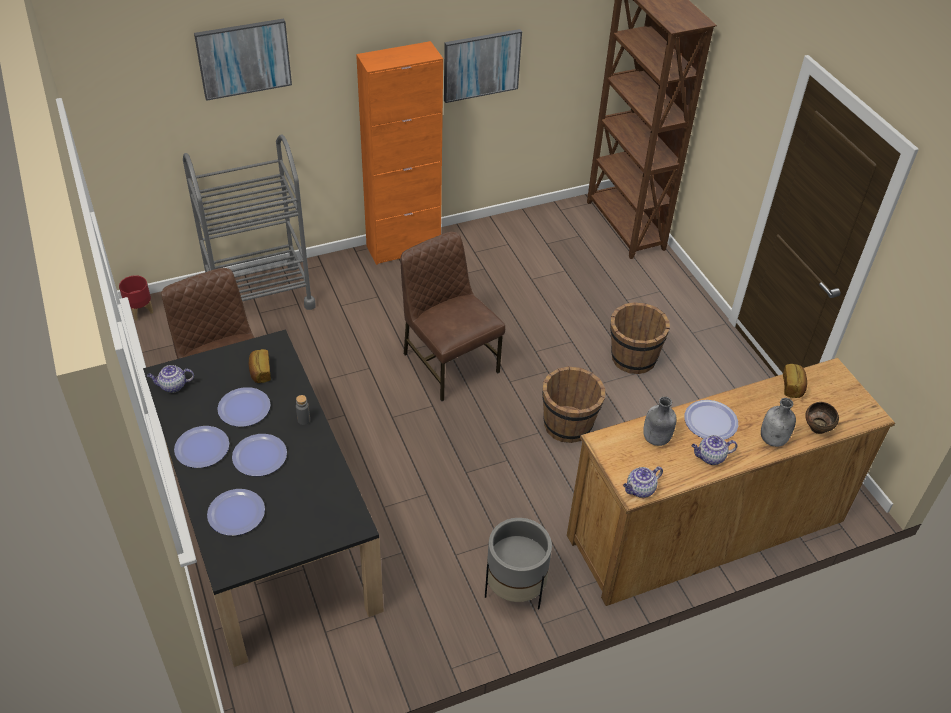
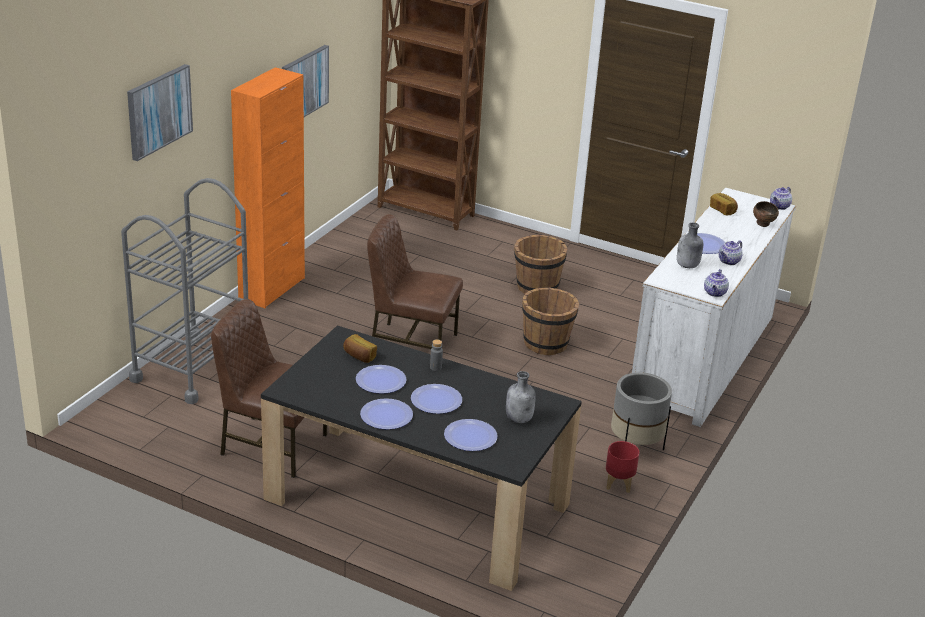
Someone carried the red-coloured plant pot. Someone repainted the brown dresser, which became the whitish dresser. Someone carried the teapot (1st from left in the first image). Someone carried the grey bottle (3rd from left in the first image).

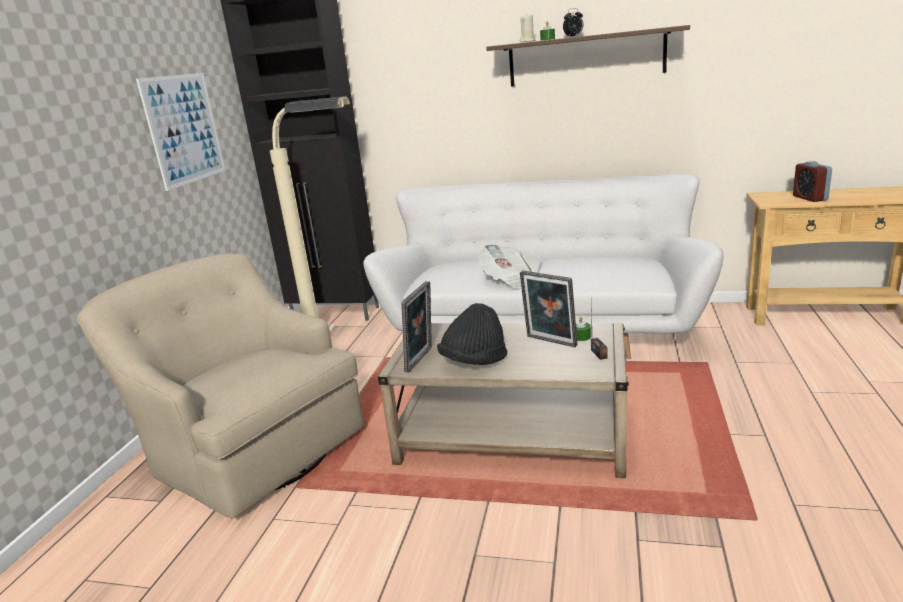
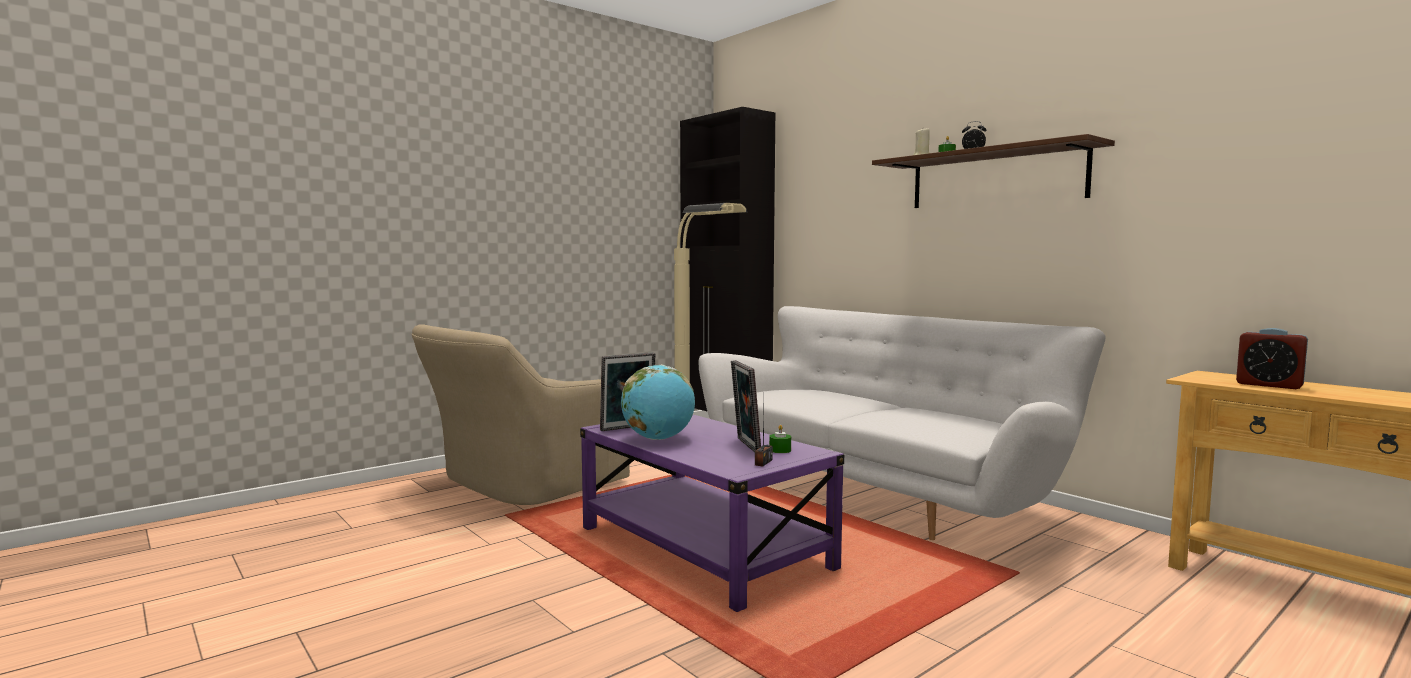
Someone took away the wall picture. Someone rotated the bedside clock (2nd from left) by 75 degrees counterclockwise. Someone took away the printed paper. Someone rotated the beige armchair by 120 degrees counterclockwise. Someone swapped the blackish hat for the world globe. Someone repainted the beige low table, which became the purple low table.

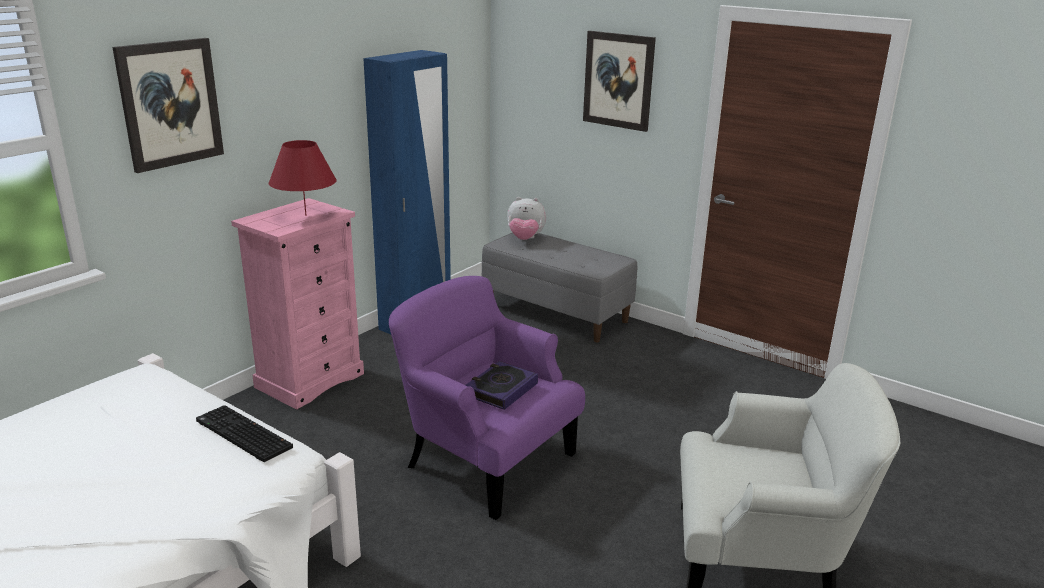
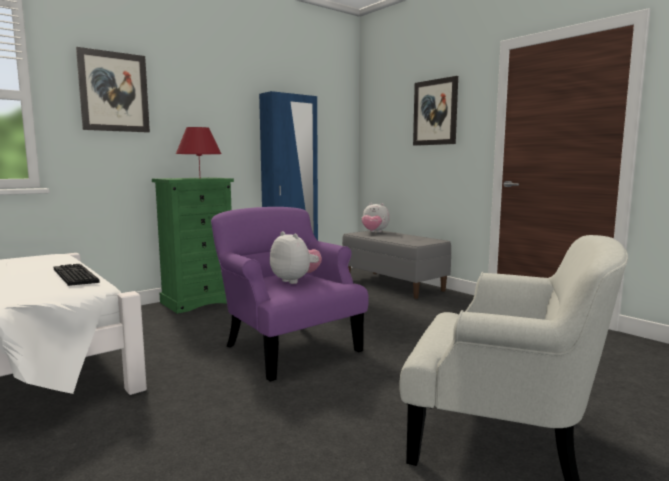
Someone repainted the pinkish dresser, which became the green-coloured dresser. Someone swapped the volume for the cuddly toy (1st from left).

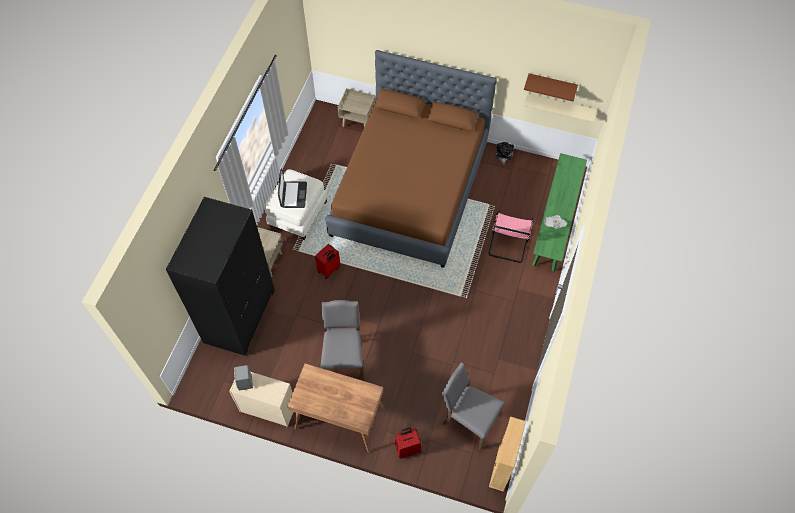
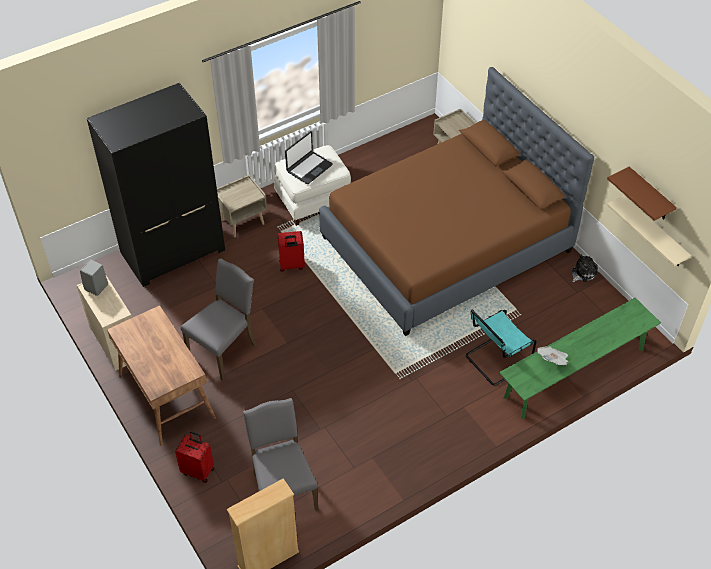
Someone repainted the pinkish chair, which became the turquoise-coloured chair.

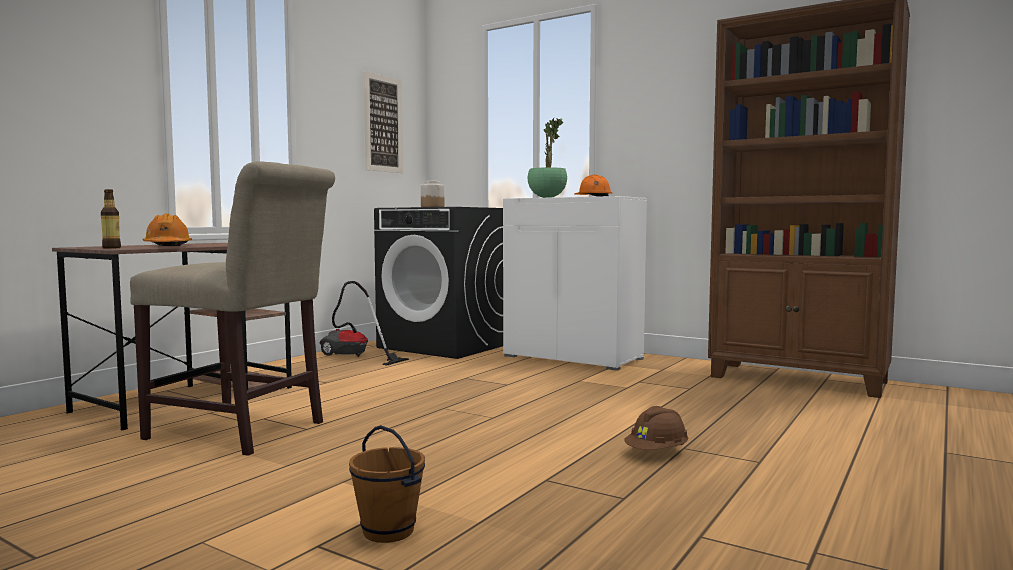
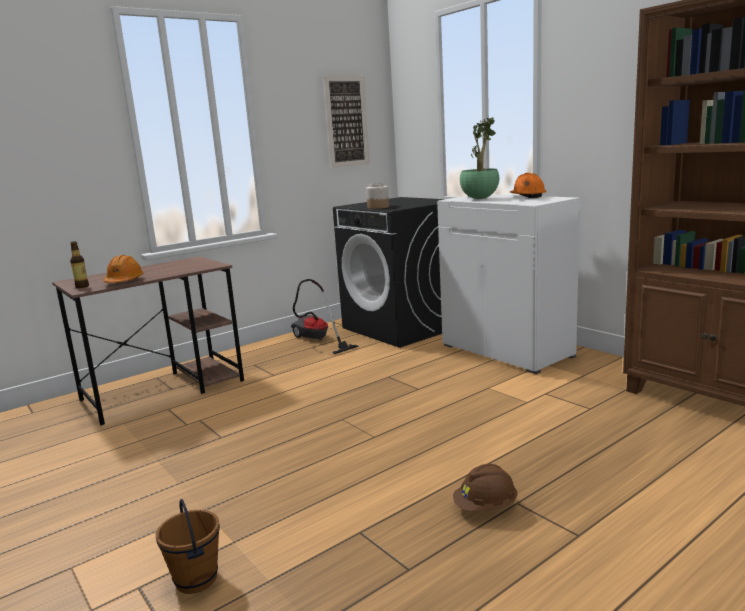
Someone took away the beige chair.

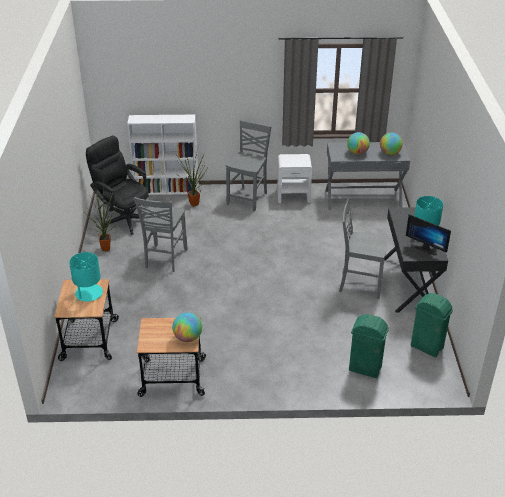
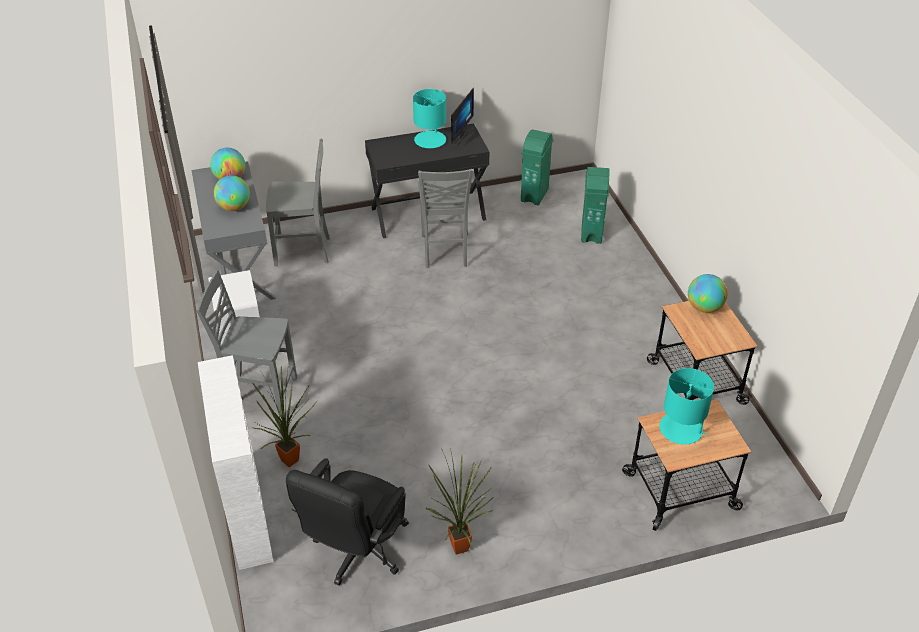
Someone carried the grey chair (1st from left in the first image).

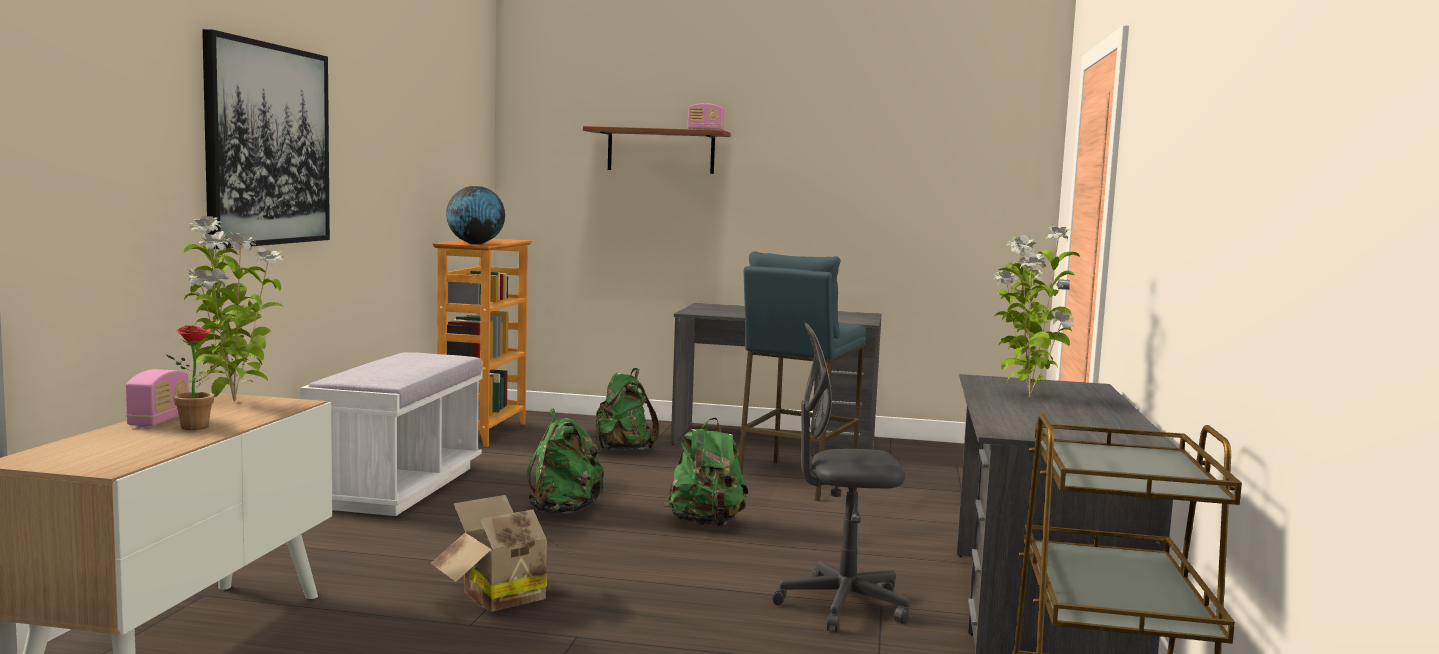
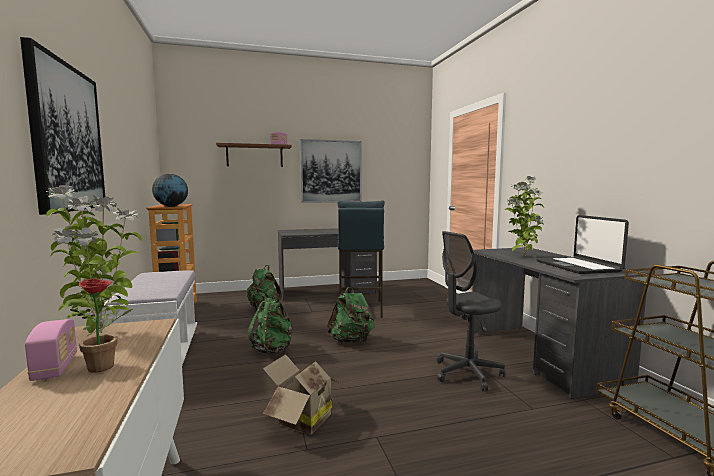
Someone put up the wall picture (2nd from left). Someone put down the laptop.

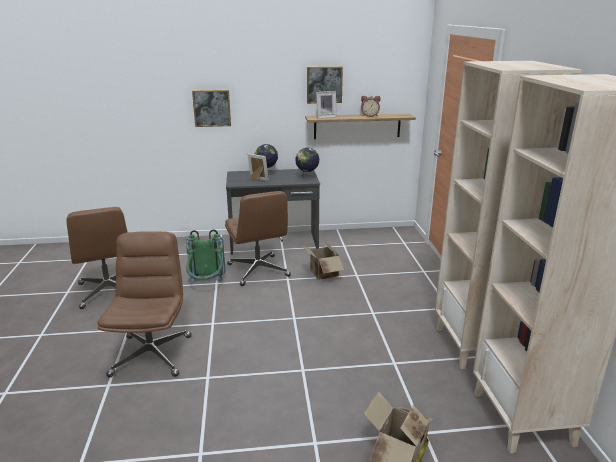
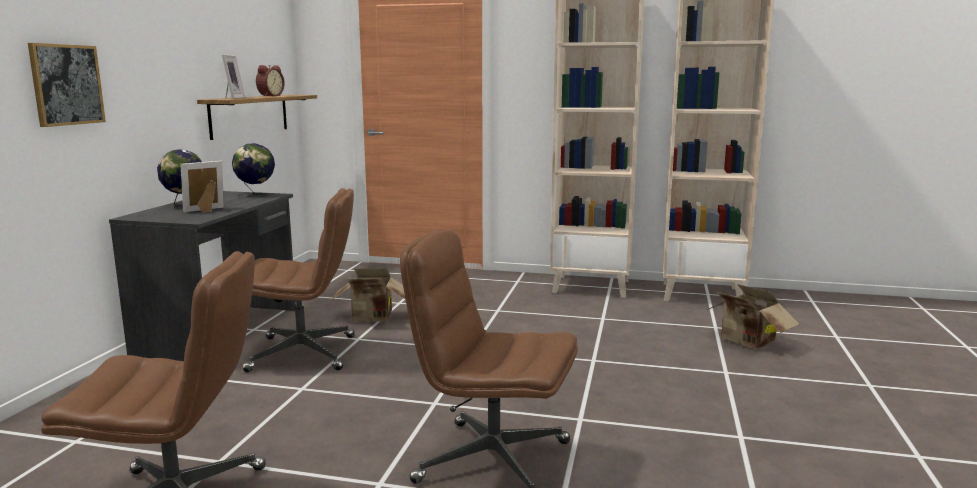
Someone took away the wall picture (2nd from left). Someone took away the green-coloured rucksack.

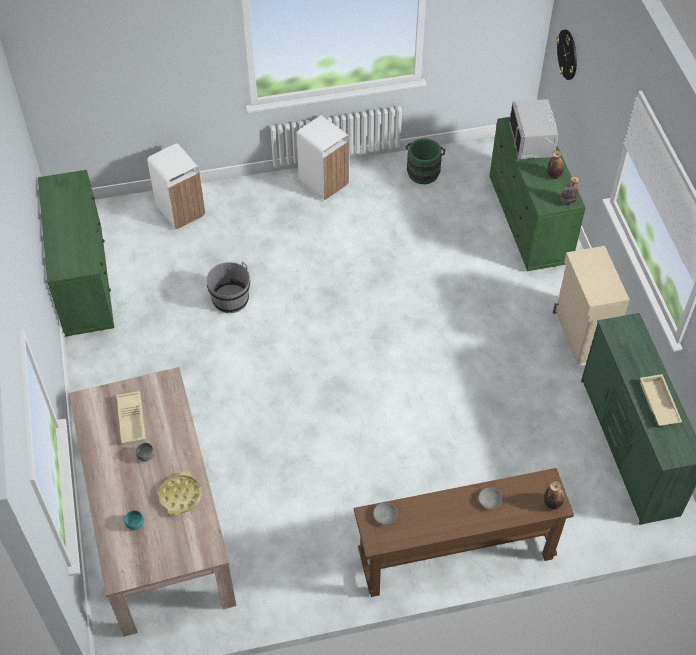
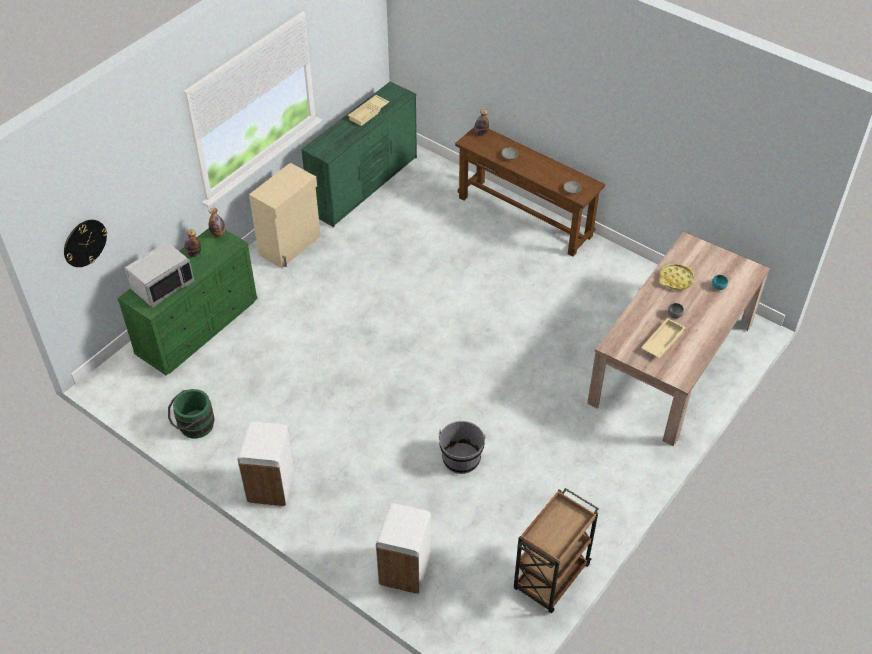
Someone swapped the green-coloured dresser (1st from left) for the brown trolley.

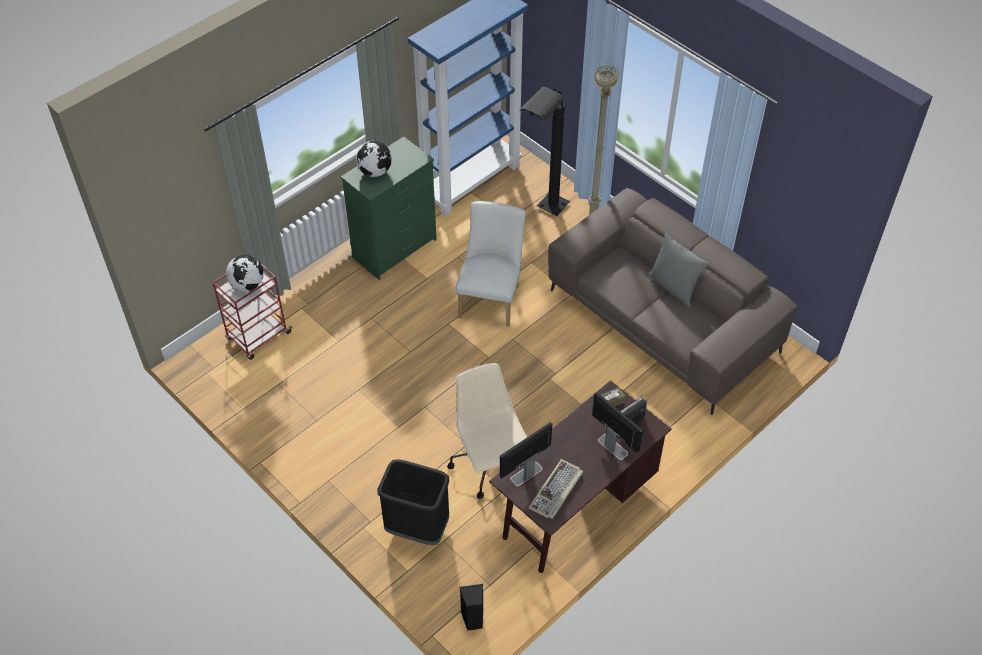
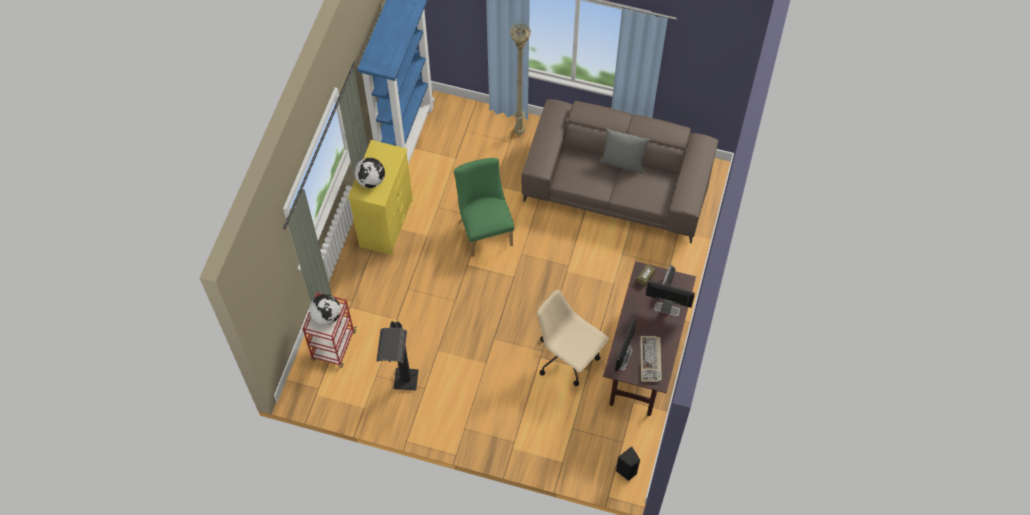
Someone carried the blackish floor lamp. Someone repainted the green-coloured dresser, which became the yellowish dresser. Someone repainted the whitish chair, which became the green-coloured chair. Someone took away the blackish waste bin.

